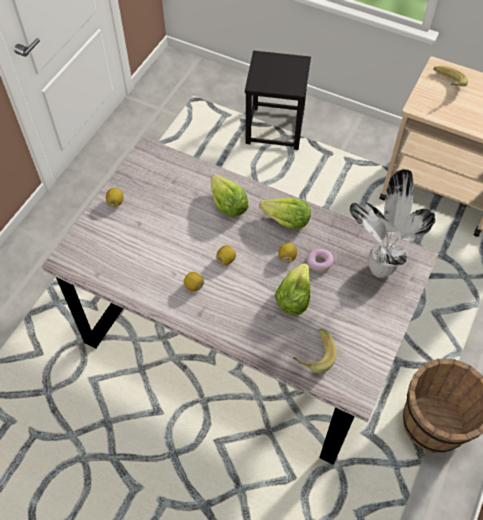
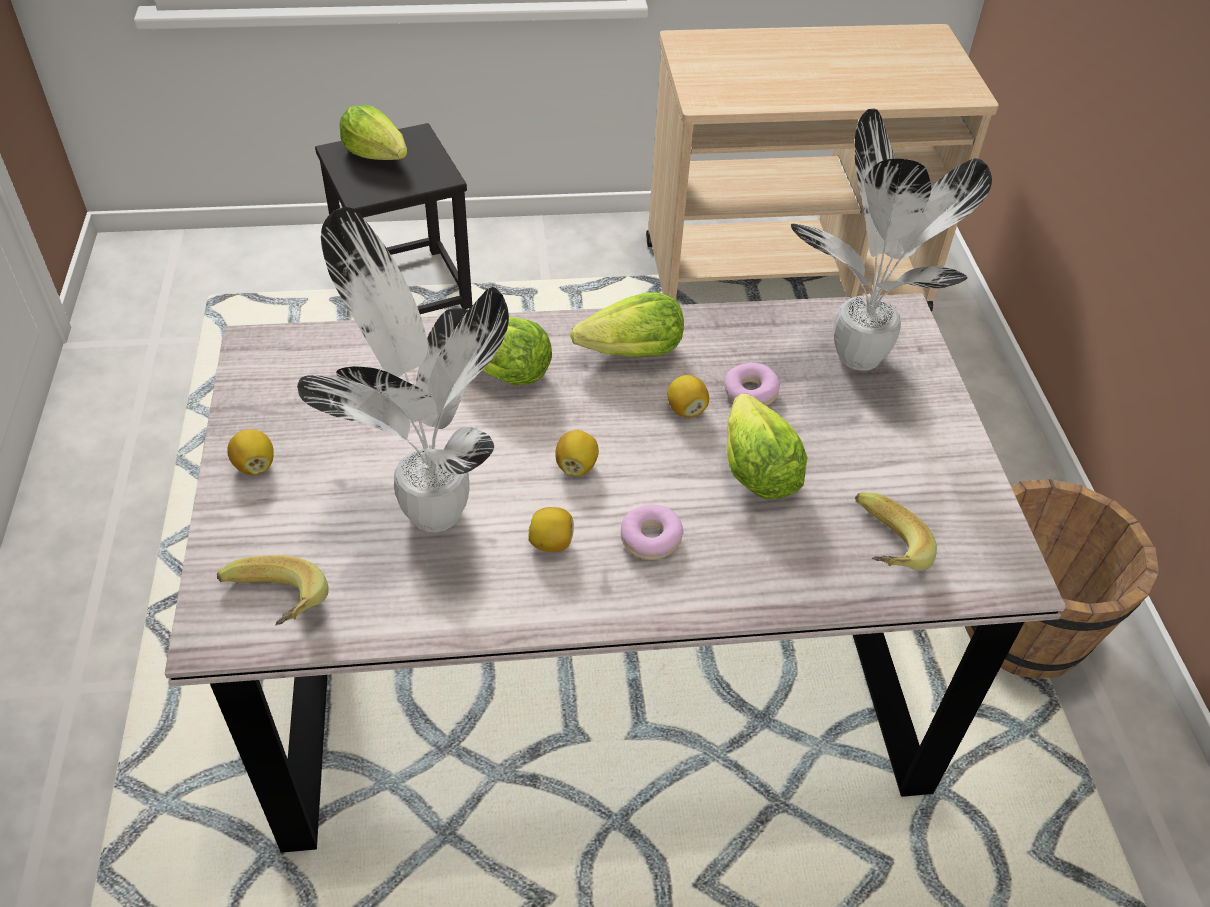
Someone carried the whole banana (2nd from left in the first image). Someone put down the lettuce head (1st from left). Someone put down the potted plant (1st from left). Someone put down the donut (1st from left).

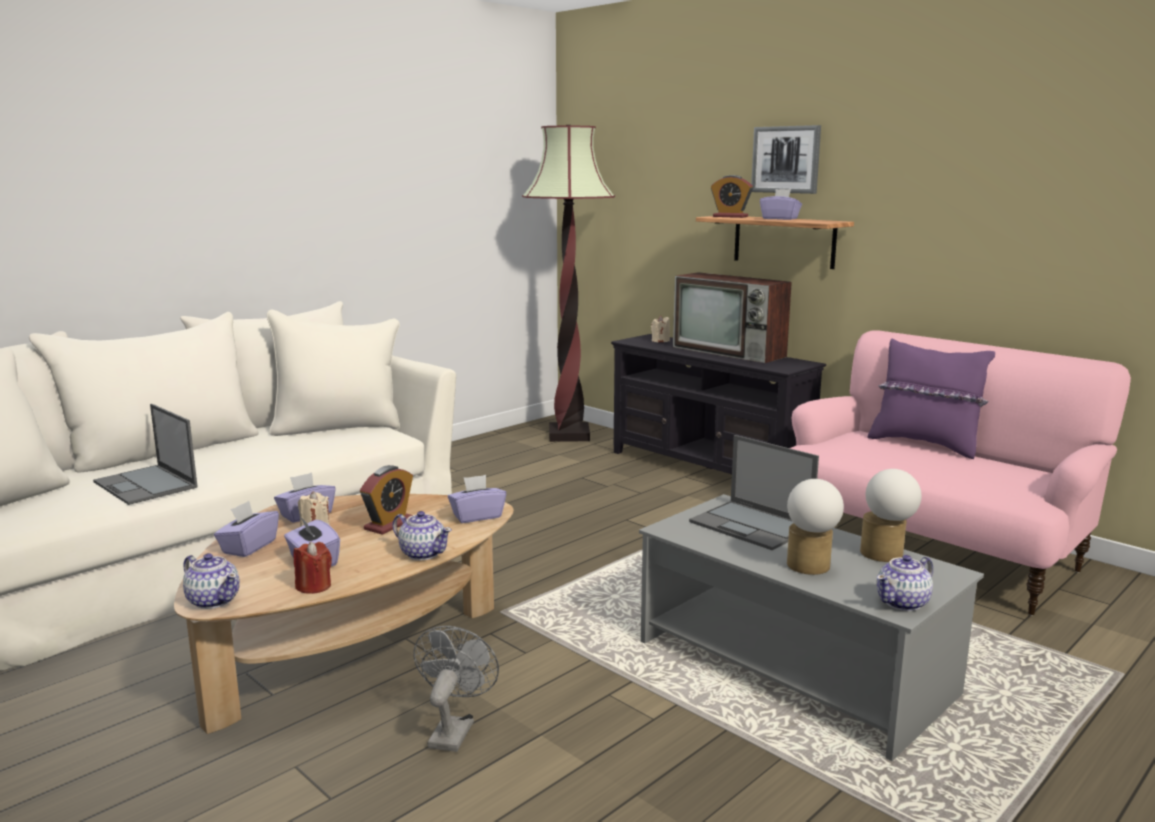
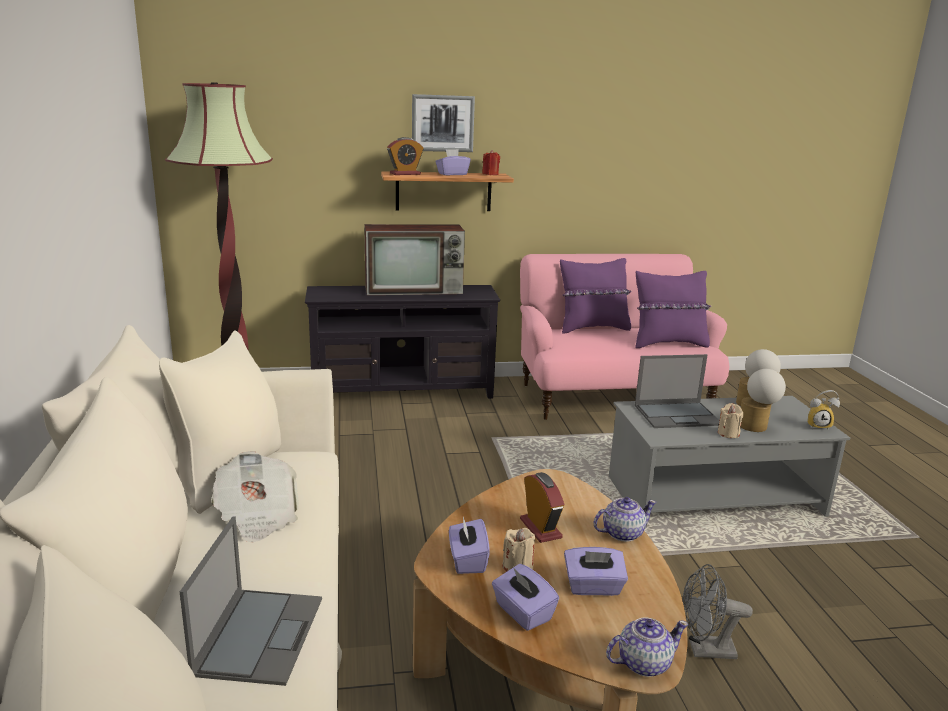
Someone carried the beige wax candle (2nd from left). Someone rotated the laptop (1st from left) by 75 degrees counterclockwise. Someone took away the purple box of tissues (4th from left). Someone carried the red-coloured wax candle. Someone swapped the teapot (3rd from left) for the bedside clock (3rd from left). Someone rotated the grey fan by 45 degrees counterclockwise. Someone put down the purple cushion (2nd from left). Someone put down the printed paper.

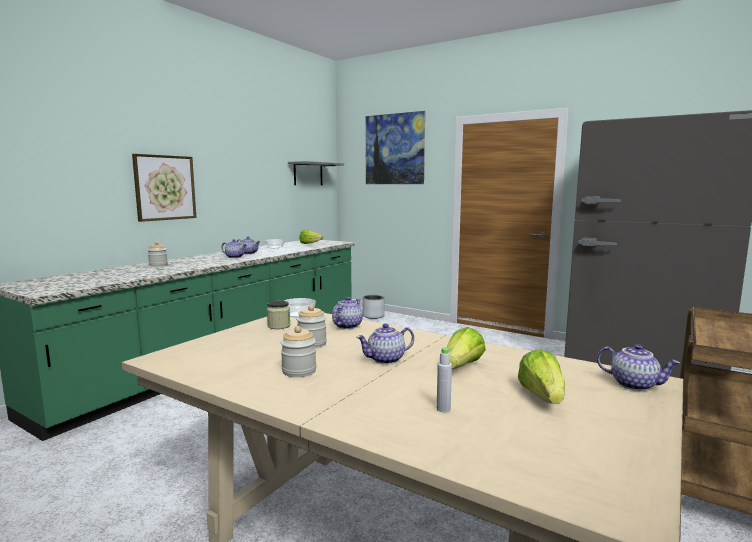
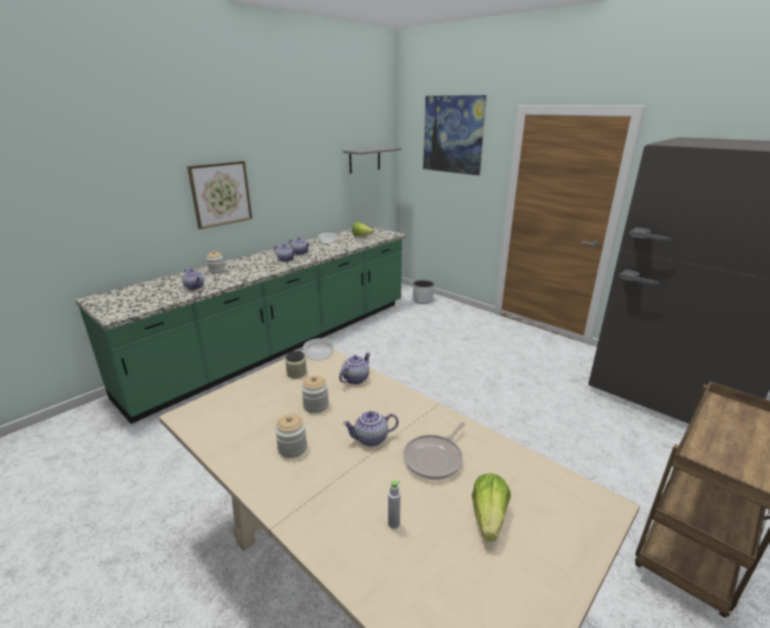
Someone swapped the lettuce head (2nd from left) for the frying pan. Someone carried the teapot (5th from left in the first image).

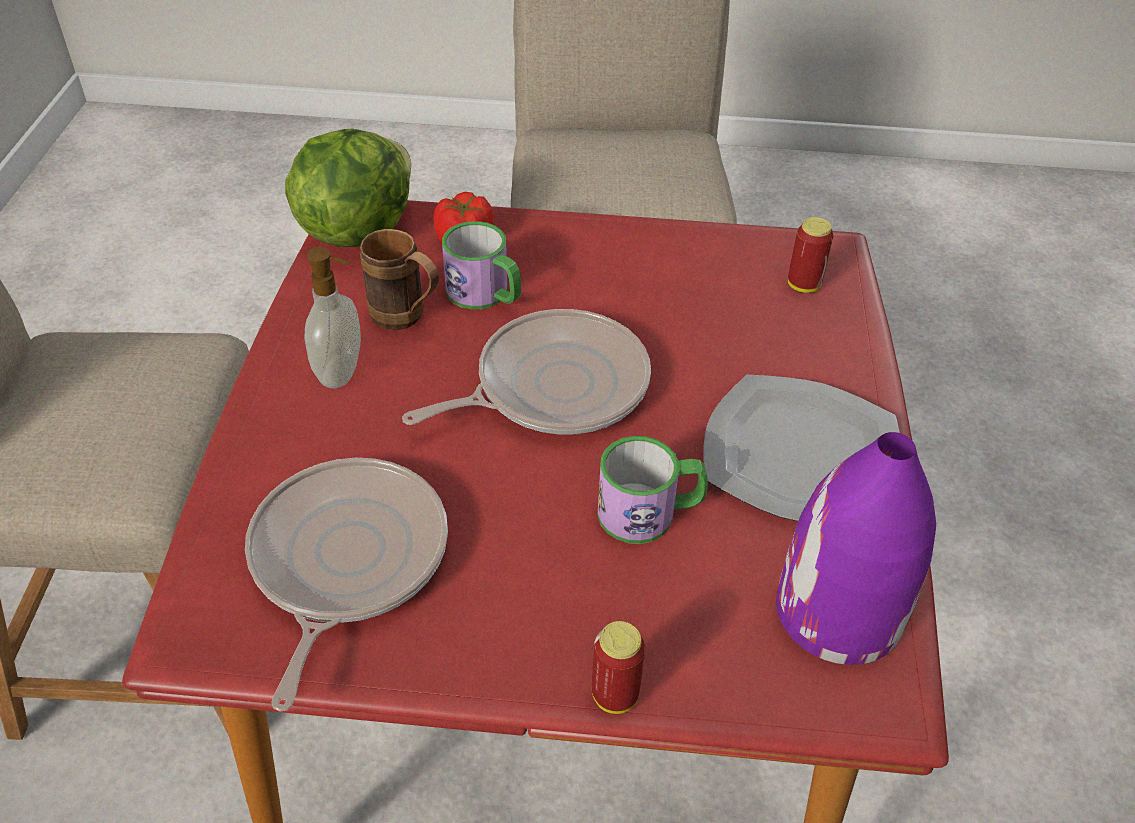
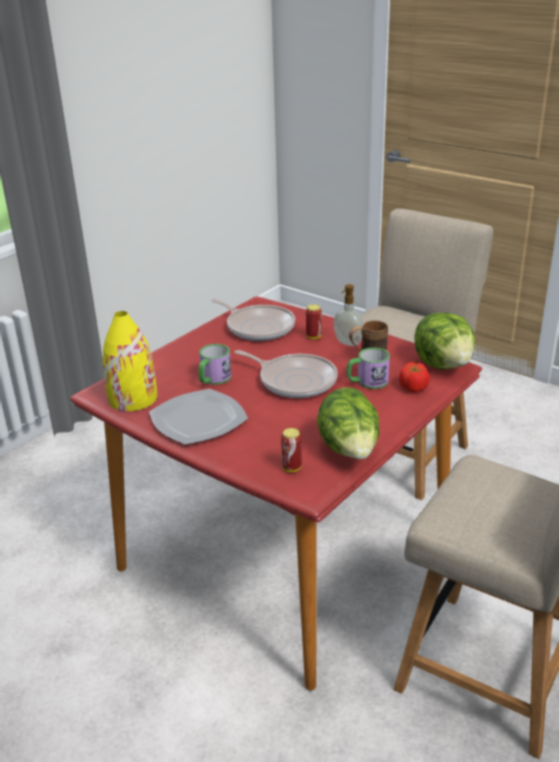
Someone rotated the frying pan (2nd from left) by 60 degrees counterclockwise. Someone repainted the purple decorative vase, which became the yellowish decorative vase. Someone carried the sealed can (1st from left in the first image). Someone put down the lettuce head (1st from left).

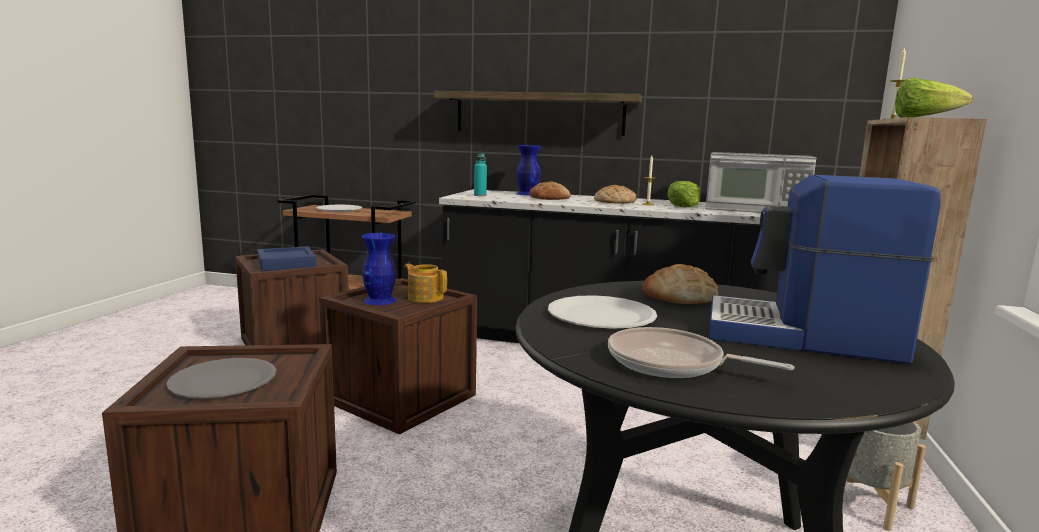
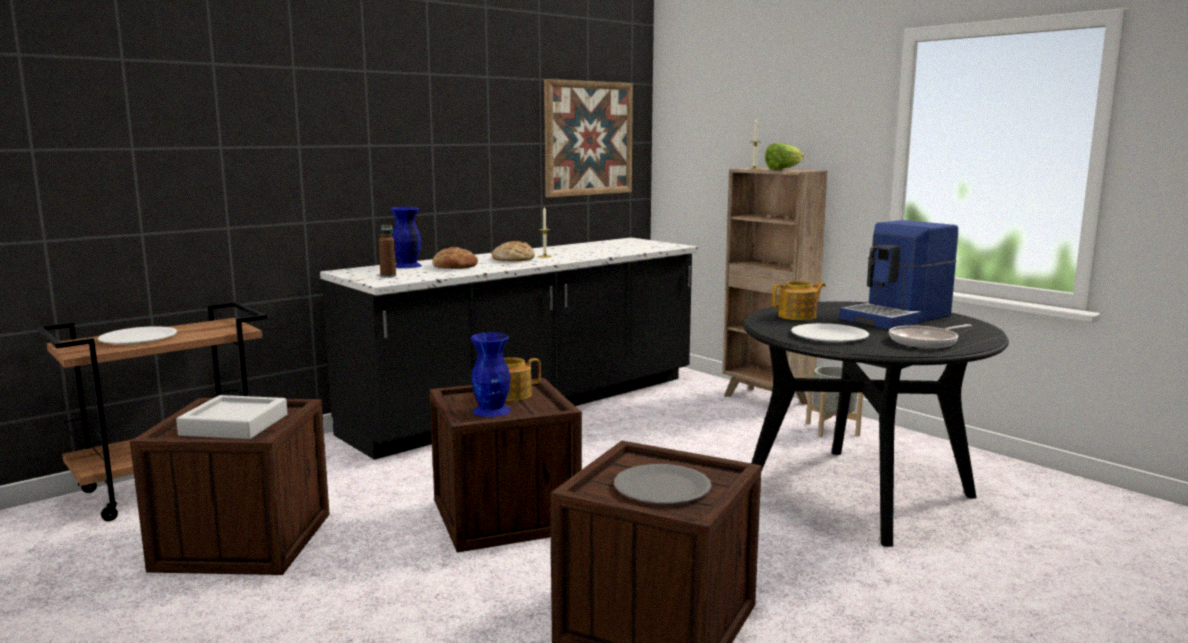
Someone took away the shelf. Someone took away the kitchen microwave. Someone repainted the turquoise-coloured bottle, which became the brown bottle. Someone took away the lettuce head (1st from left). Someone repainted the blue-coloured carrying tray, which became the grey carrying tray. Someone swapped the bakery bread (3rd from left) for the teapot (2nd from left). Someone put up the wall picture.

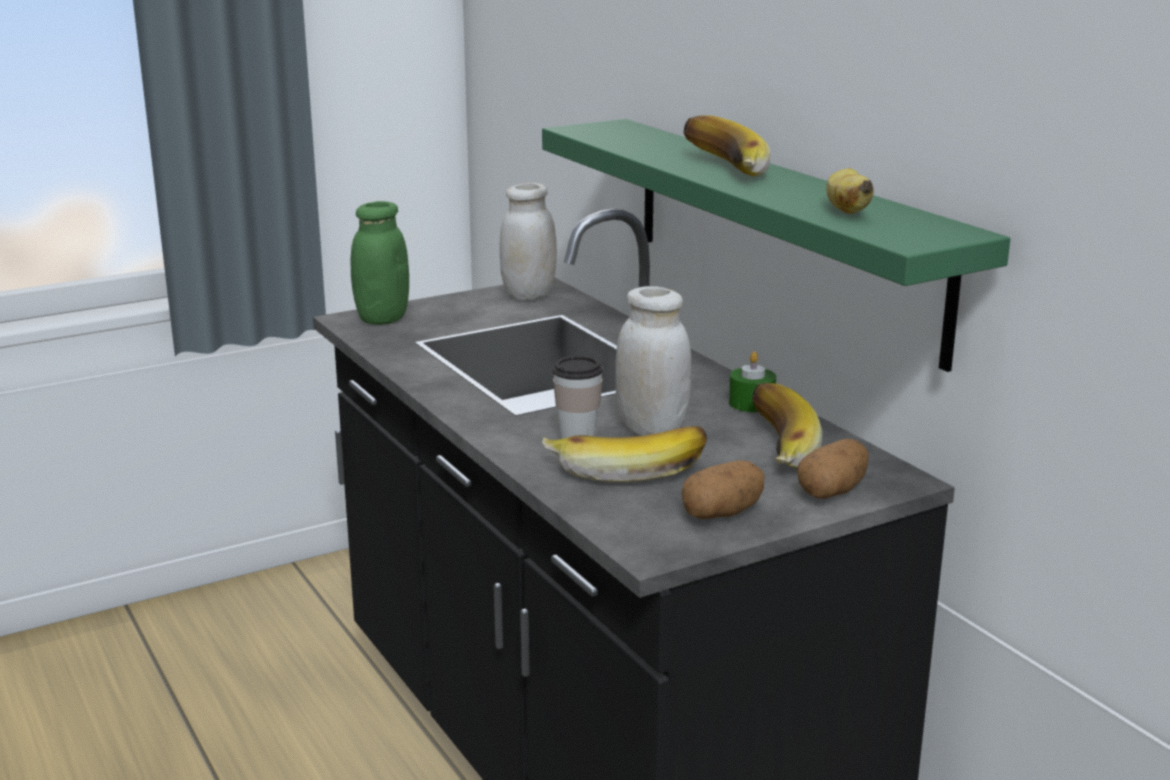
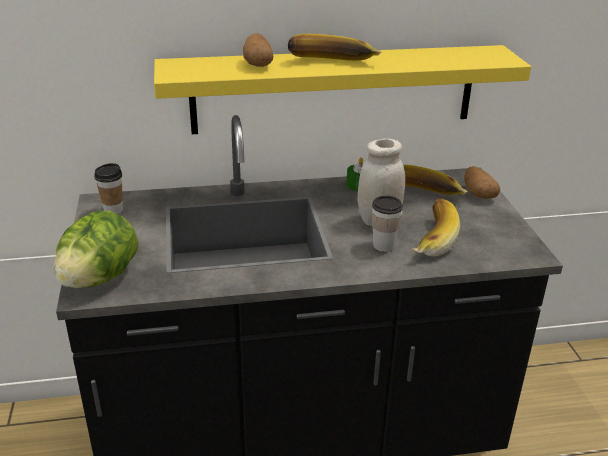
Someone repainted the green-coloured shelf, which became the yellowish shelf. Someone took away the whole banana (4th from left). Someone swapped the whitish storage jar (1st from left) for the cup (1st from left). Someone swapped the green-coloured storage jar for the lettuce head. Someone carried the potato (1st from left).

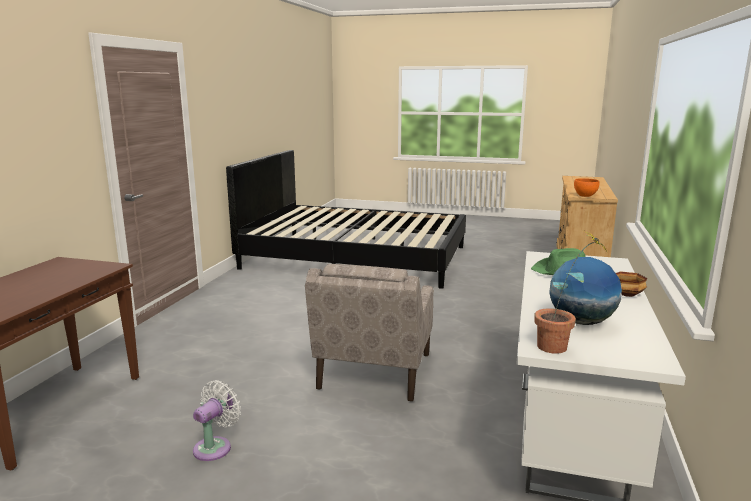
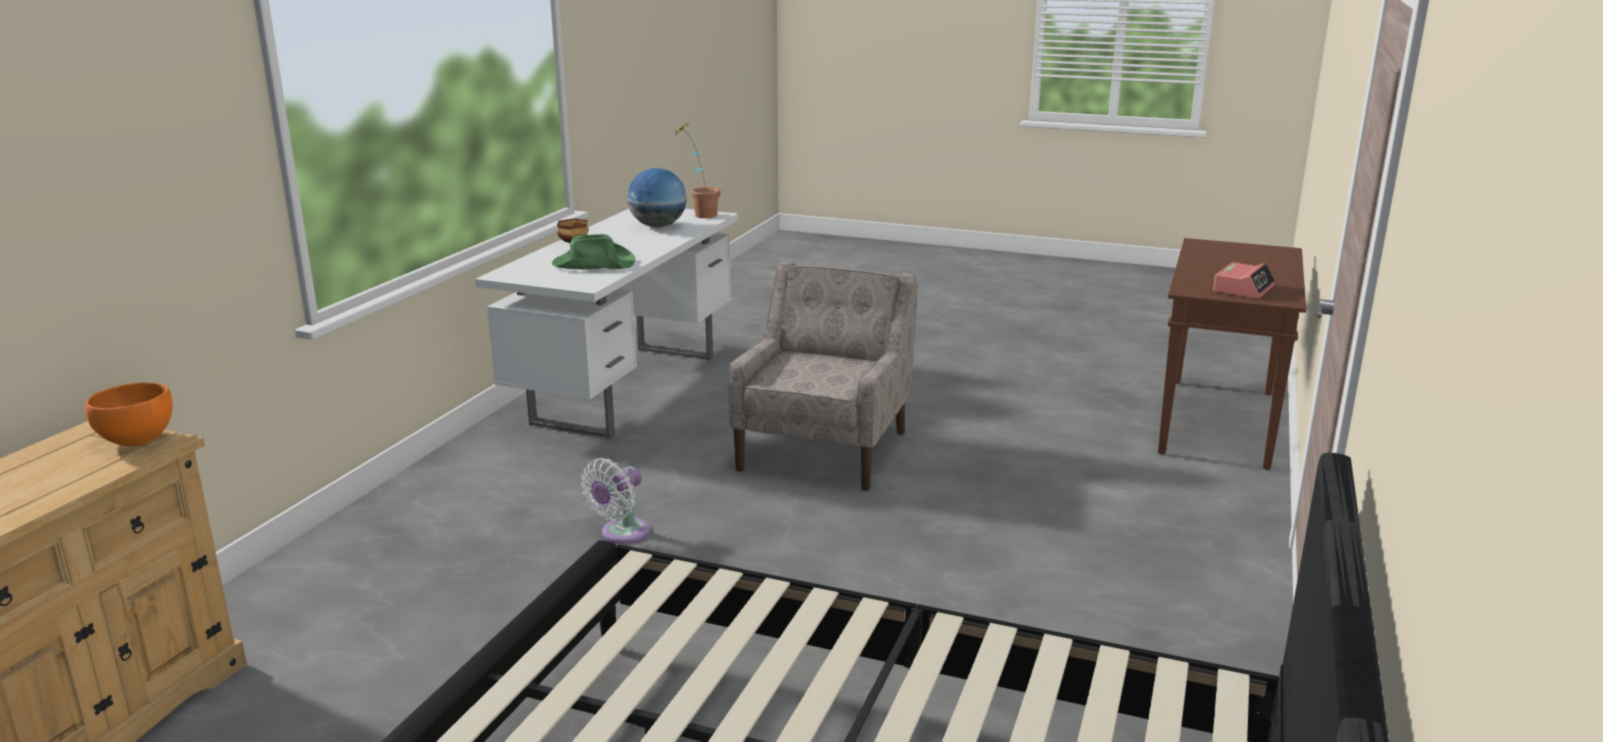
Someone carried the whitish fan. Someone put down the bedside clock.

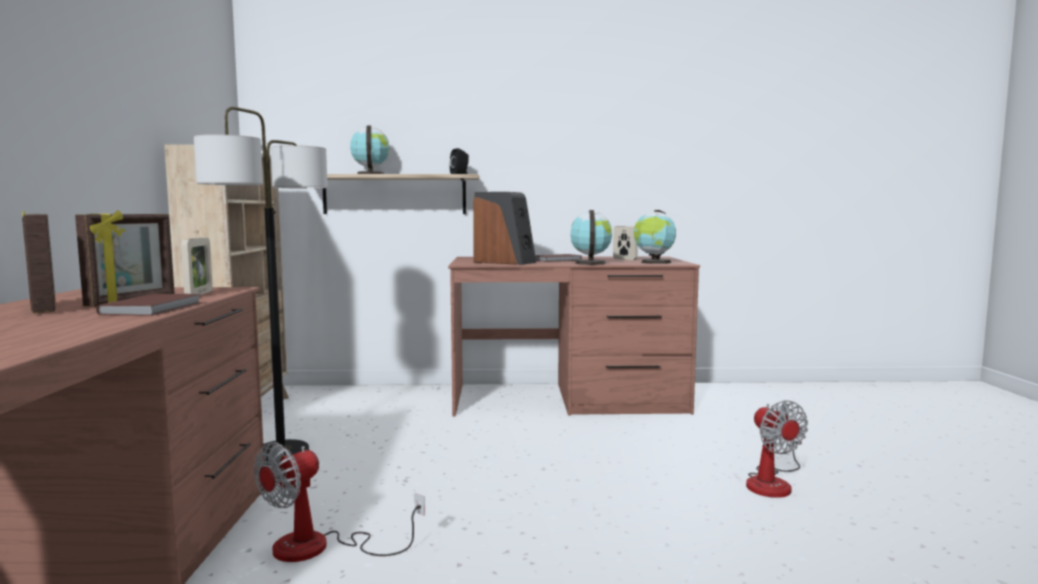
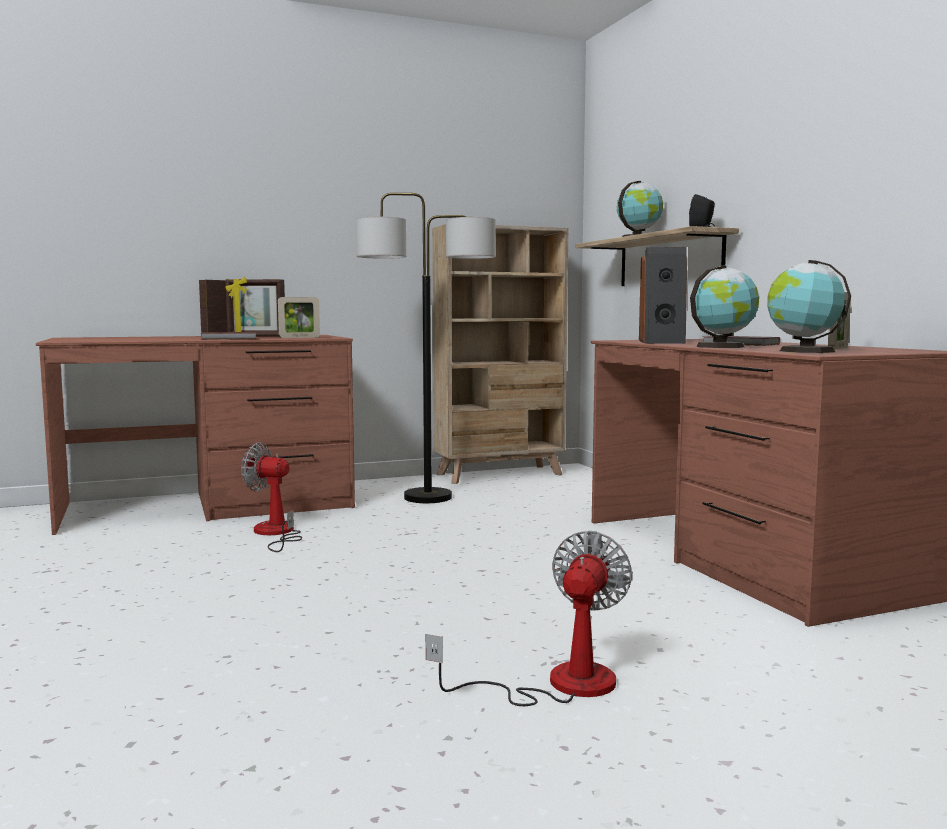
Someone rotated the fan (2nd from left) by 150 degrees clockwise.

